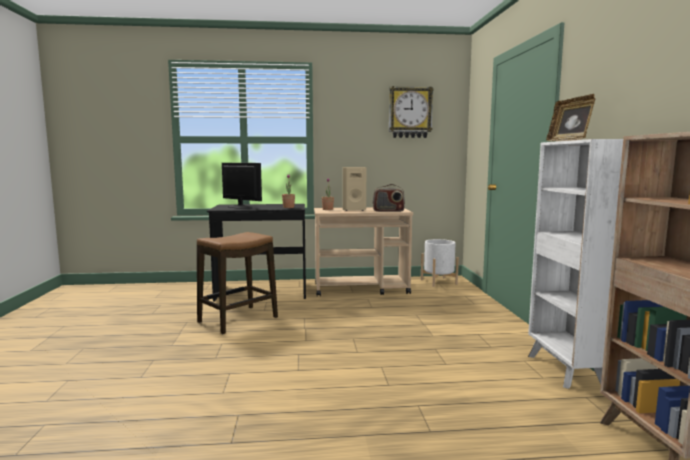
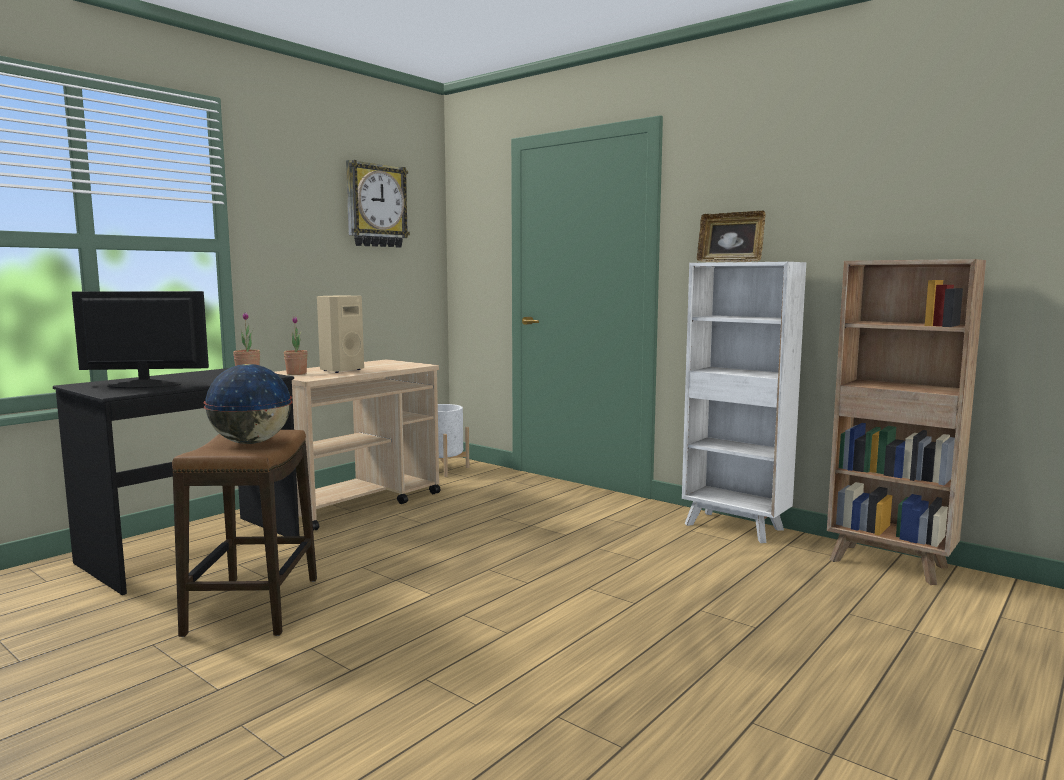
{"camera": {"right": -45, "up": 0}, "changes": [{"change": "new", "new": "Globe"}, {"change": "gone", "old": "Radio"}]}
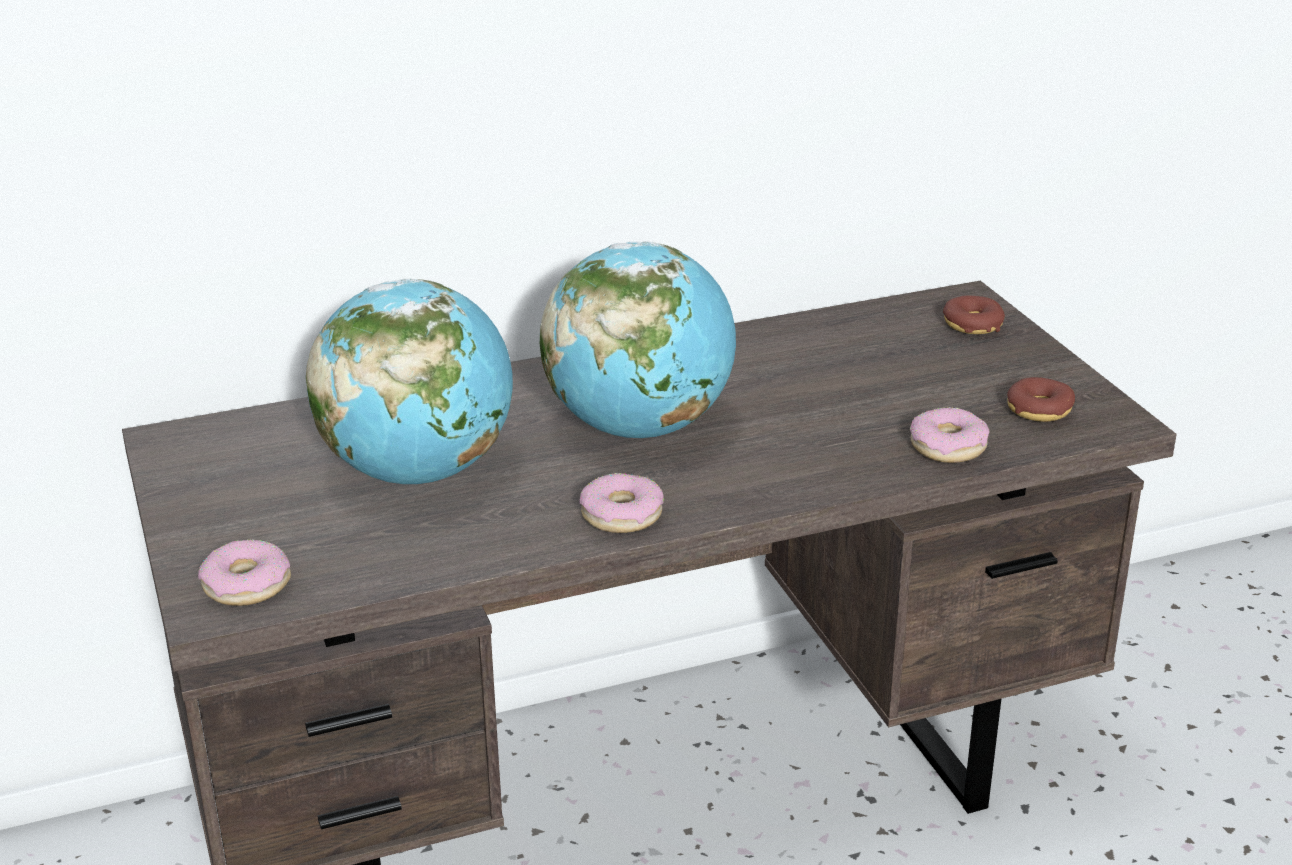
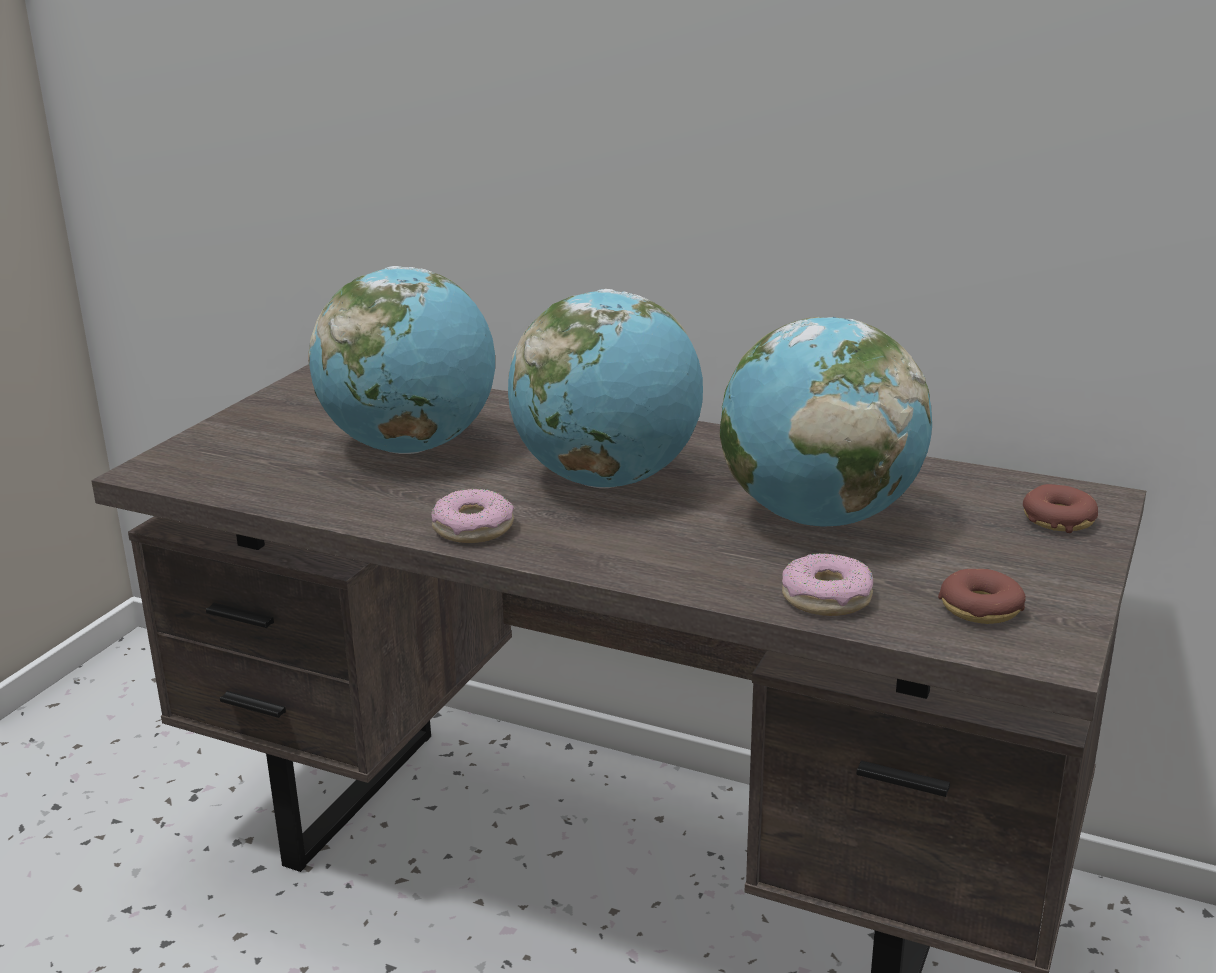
{"camera": {"right": 45, "up": -5}, "changes": [{"change": "new", "new": "Globe (no. 3 from left)"}, {"change": "gone", "old": "Donut (no. 1 from left)"}]}
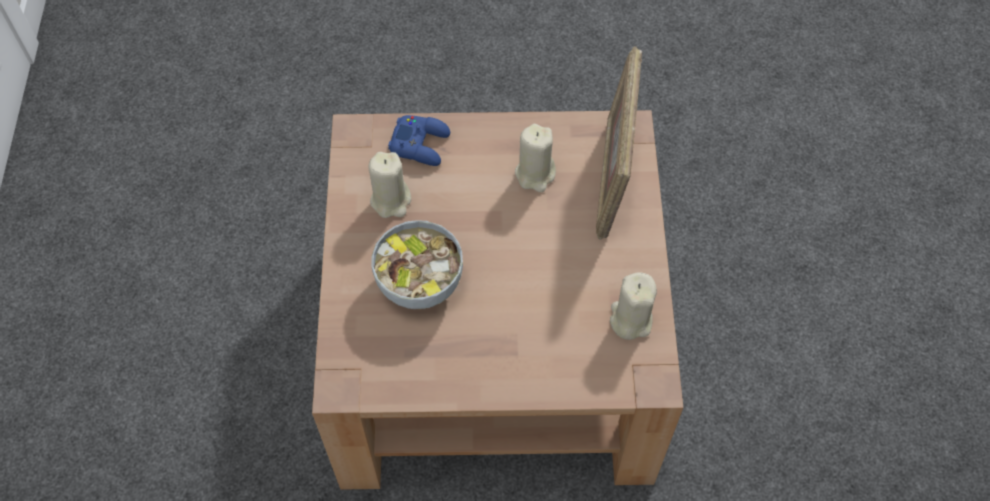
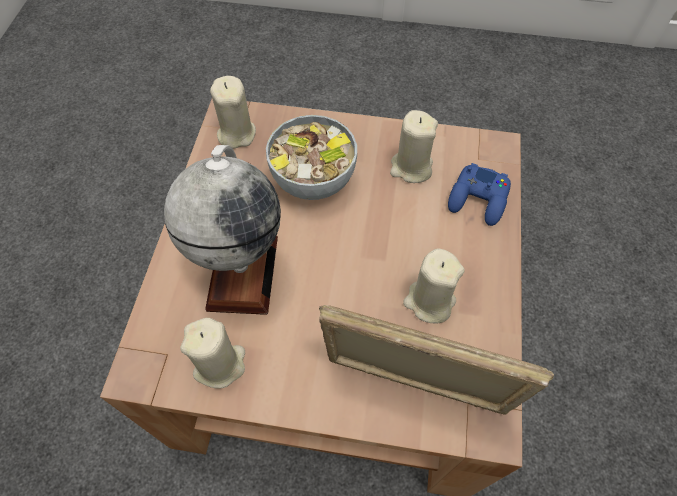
{"camera": {"right": 100, "up": 0}, "changes": [{"change": "new", "new": "Globe"}, {"change": "new", "new": "BeigeCandle (no. 2 from left)"}]}
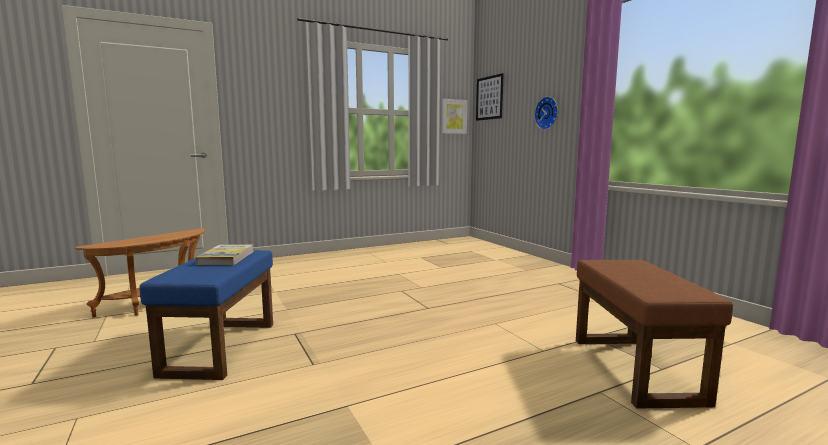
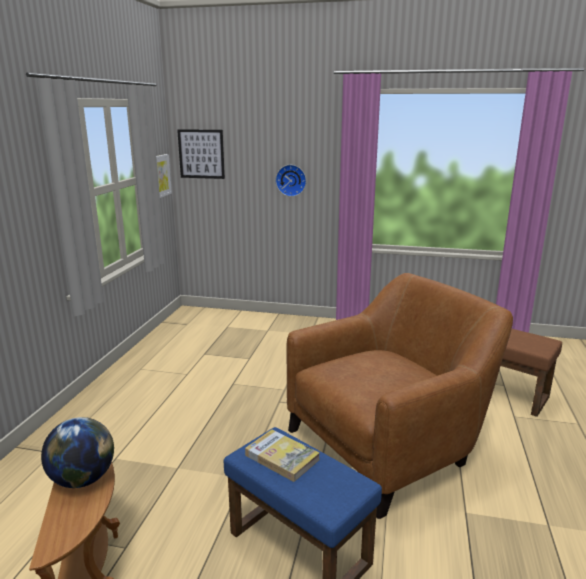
{"camera": {"right": -50, "up": 10}, "changes": [{"change": "new", "new": "Globe"}, {"change": "new", "new": "BrownArmchair"}]}
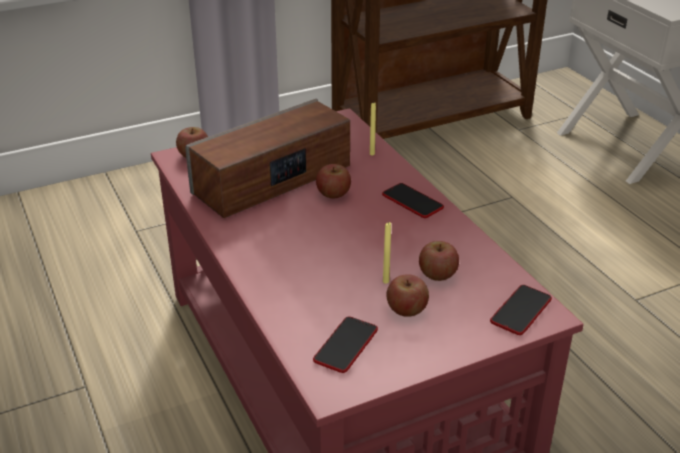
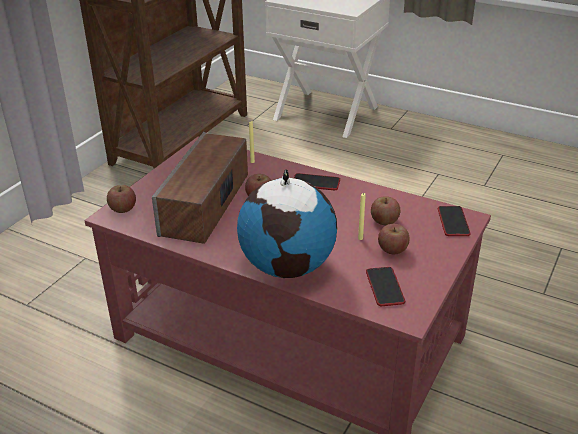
{"camera": {"right": -35, "up": 0}, "changes": [{"change": "new", "new": "Globe"}]}
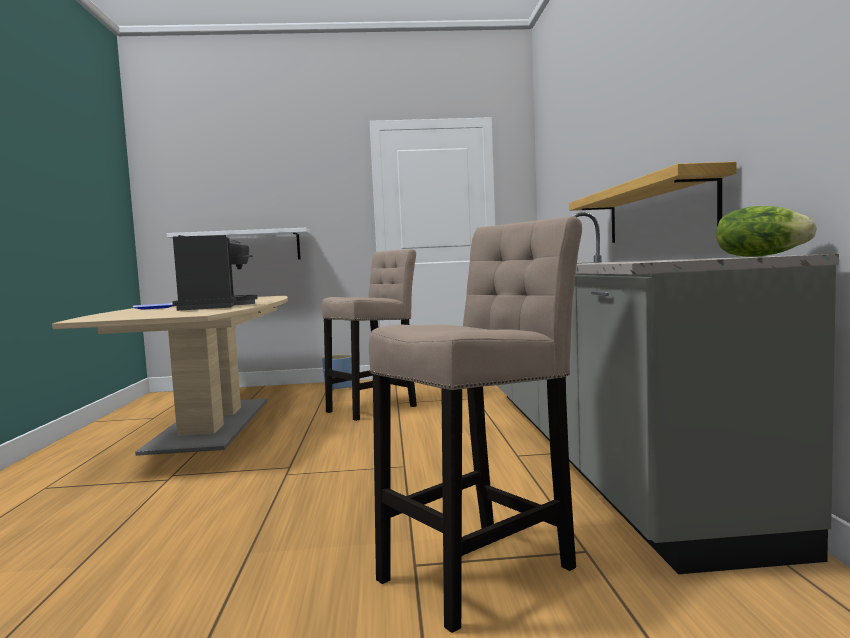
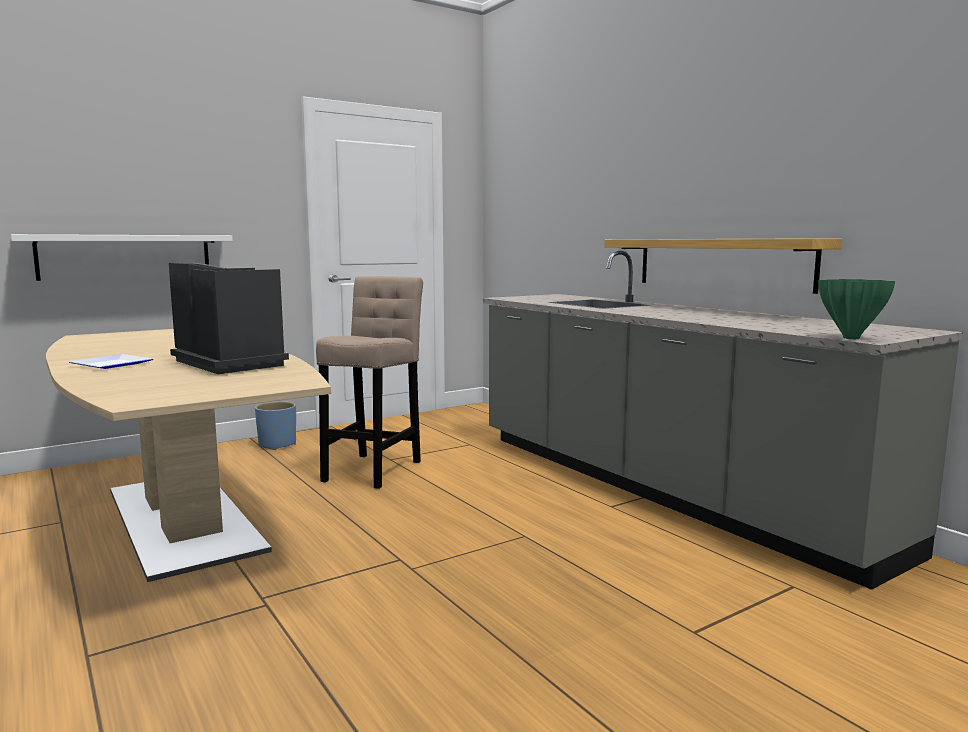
{"camera": {"right": -30, "up": 5}, "changes": [{"change": "new", "new": "GreenVase"}, {"change": "gone", "old": "BeigeStool (no. 2 from left)"}, {"change": "gone", "old": "Lettuce"}]}
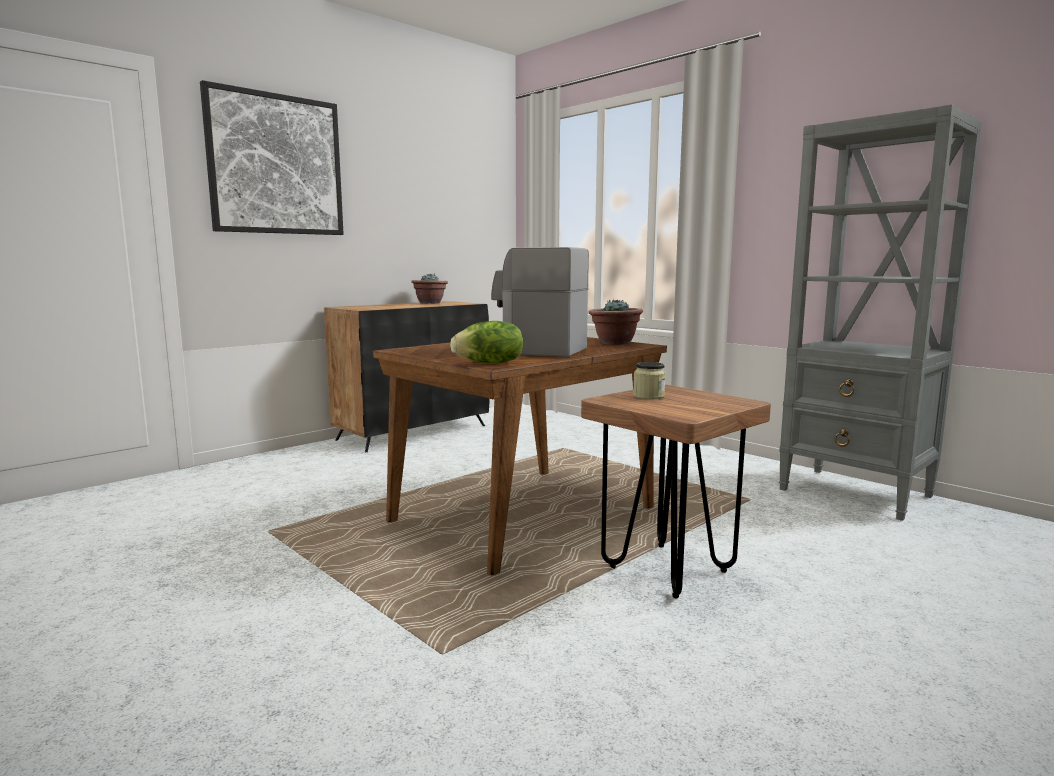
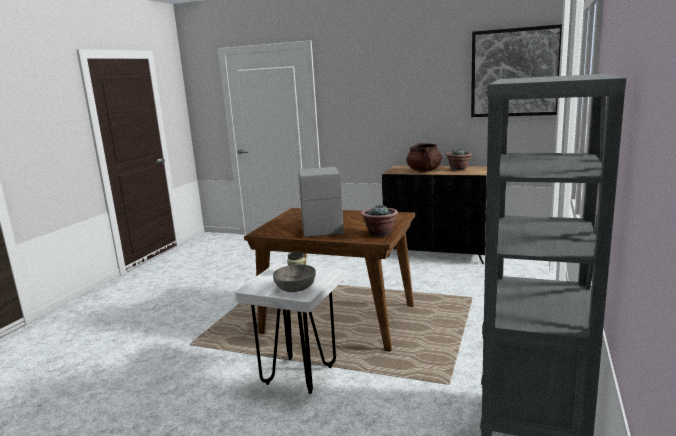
{"camera": {"right": 65, "up": 5}, "changes": [{"change": "repainted", "old": "BrownStool", "new": "WhiteStool"}, {"change": "new", "new": "GreyBowl"}, {"change": "new", "new": "BrownCookingPot"}, {"change": "shifted", "old": "Picture"}, {"change": "gone", "old": "Lettuce"}]}
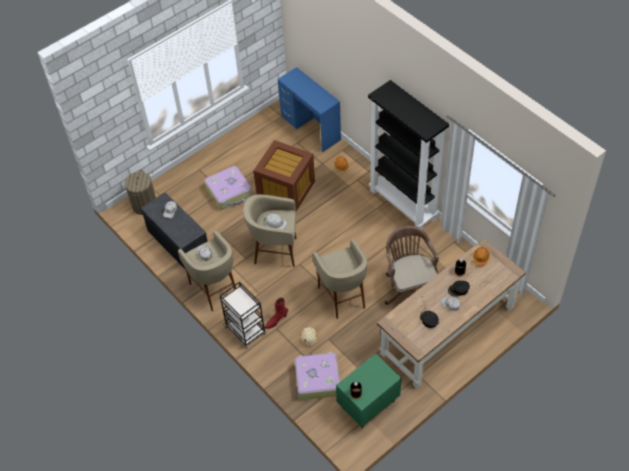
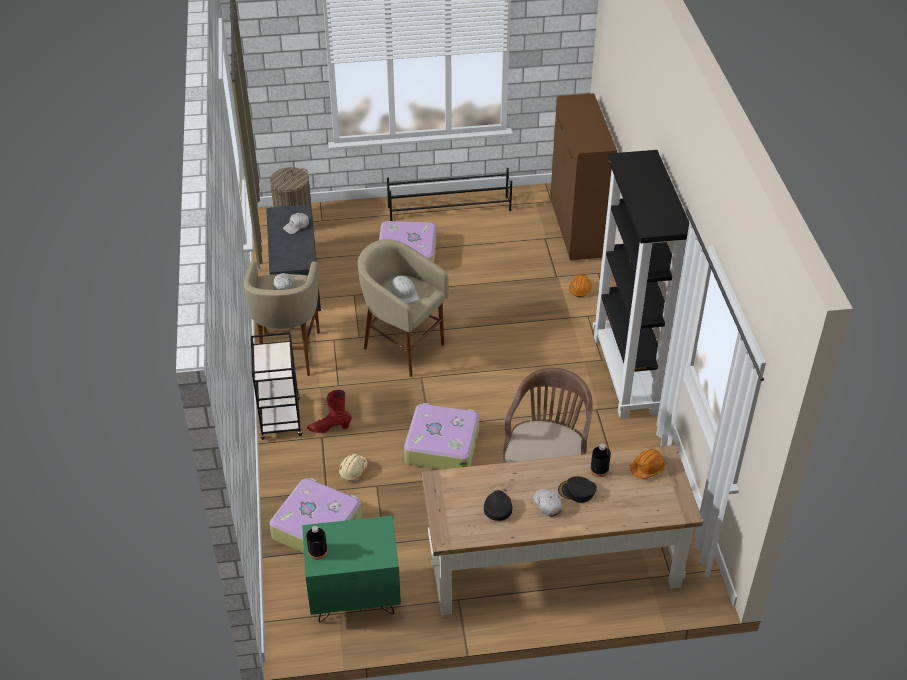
{"camera": {"right": 30, "up": -10}, "changes": [{"change": "new", "new": "BlackShoeRack"}, {"change": "swapped", "old": "BeigeStool (no. 3 from left)", "new": "Suitcase (no. 3 from left)"}, {"change": "swapped", "old": "BlueDesk", "new": "BrownCabinet"}, {"change": "gone", "old": "BrownStorageBox"}]}
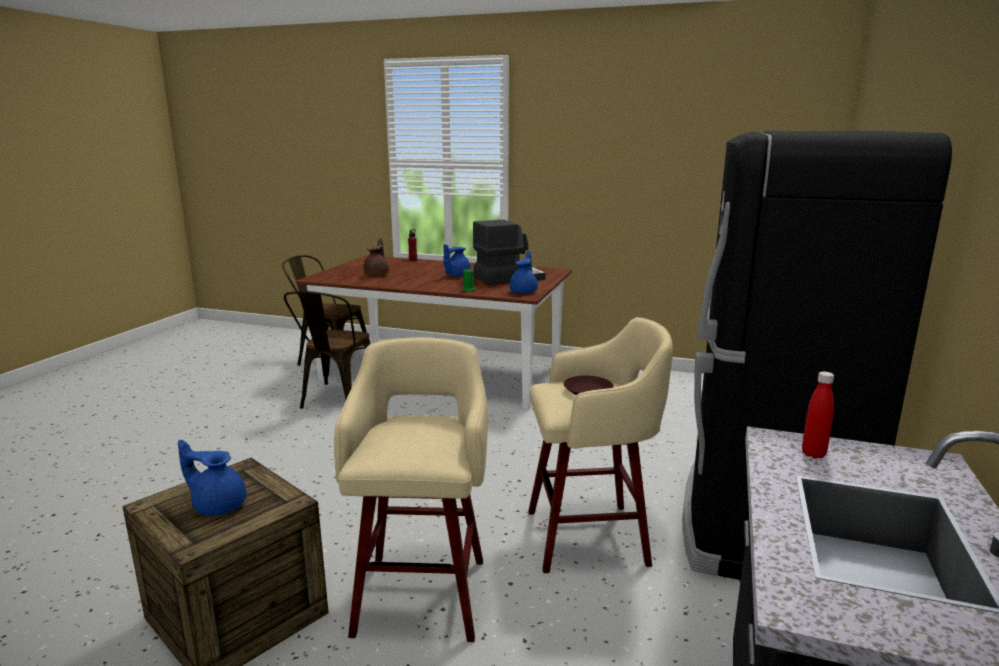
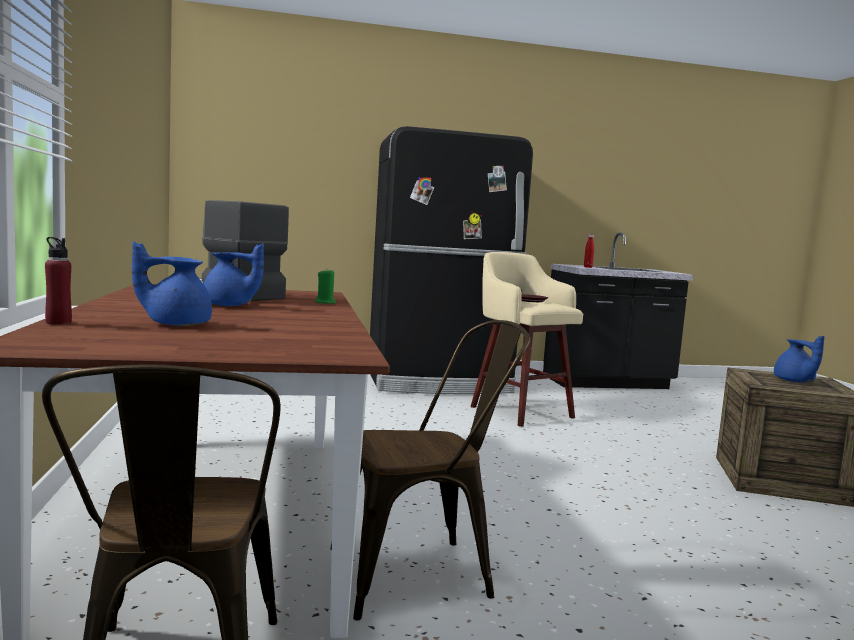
{"camera": {"right": -120, "up": -10}, "changes": [{"change": "shifted", "old": "BlueTeapot (no. 3 from left in the first image)", "new": "BlueTeapot (no. 1 from left)"}, {"change": "gone", "old": "BeigeStool (no. 1 from left)"}, {"change": "gone", "old": "BrownTeapot"}]}
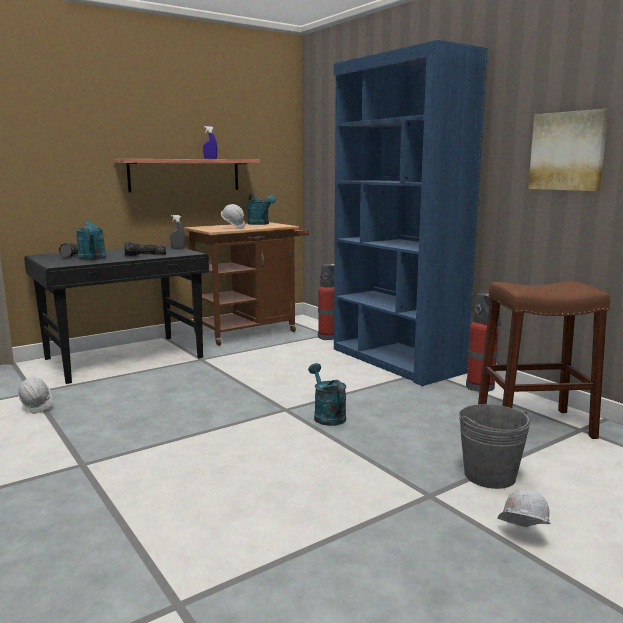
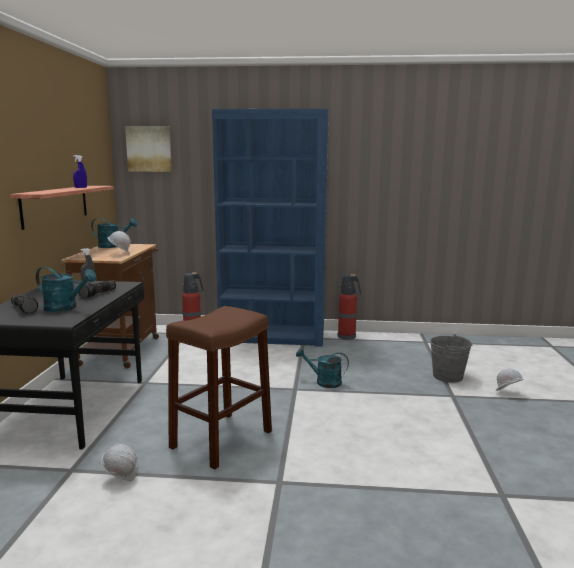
{"camera": {"right": -50, "up": 0}, "changes": [{"change": "shifted", "old": "Picture"}, {"change": "shifted", "old": "BrownStool"}]}
